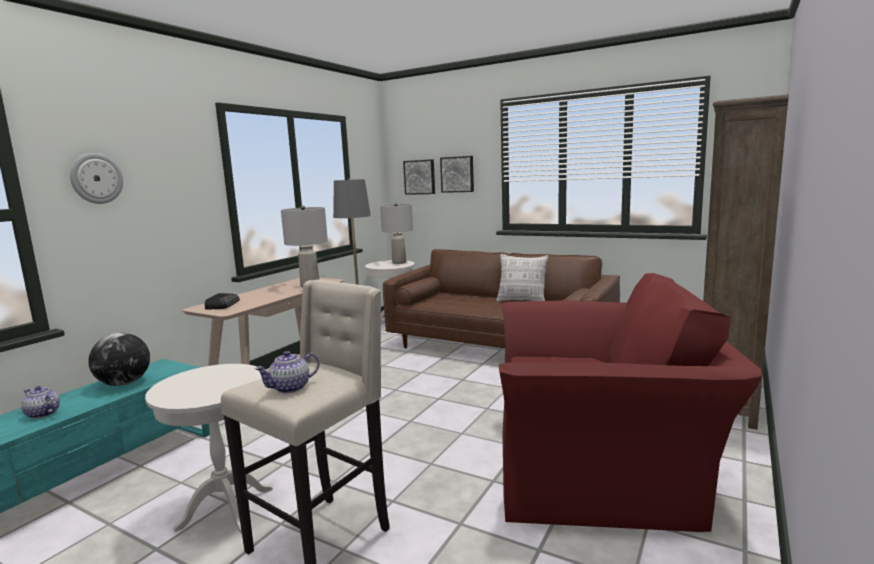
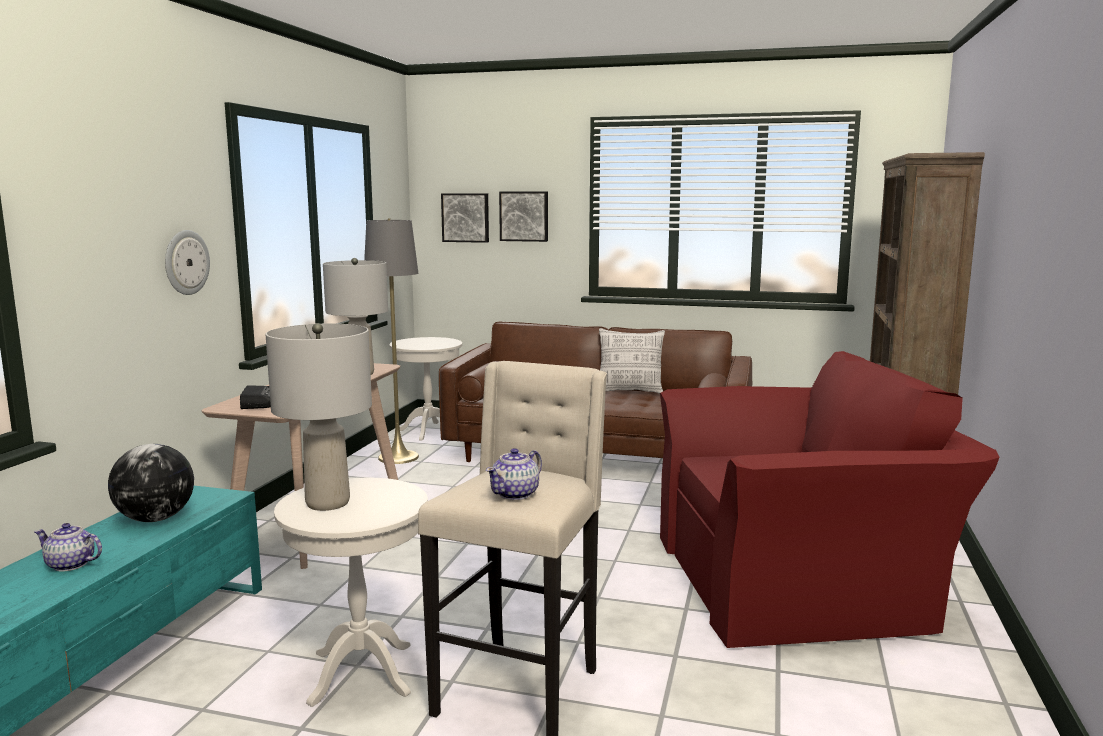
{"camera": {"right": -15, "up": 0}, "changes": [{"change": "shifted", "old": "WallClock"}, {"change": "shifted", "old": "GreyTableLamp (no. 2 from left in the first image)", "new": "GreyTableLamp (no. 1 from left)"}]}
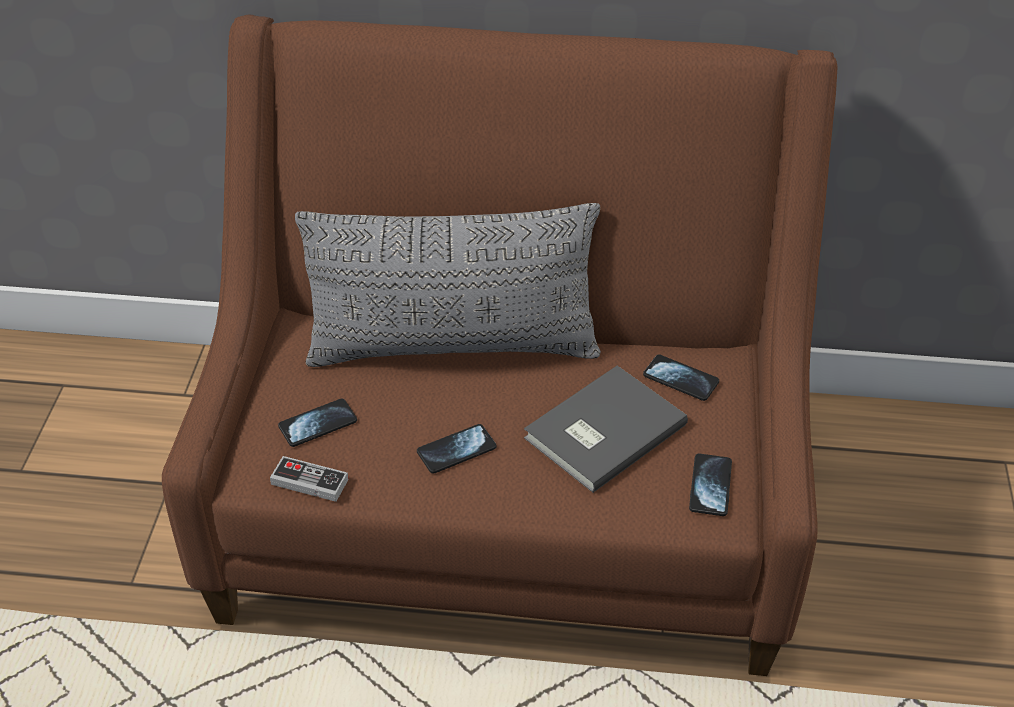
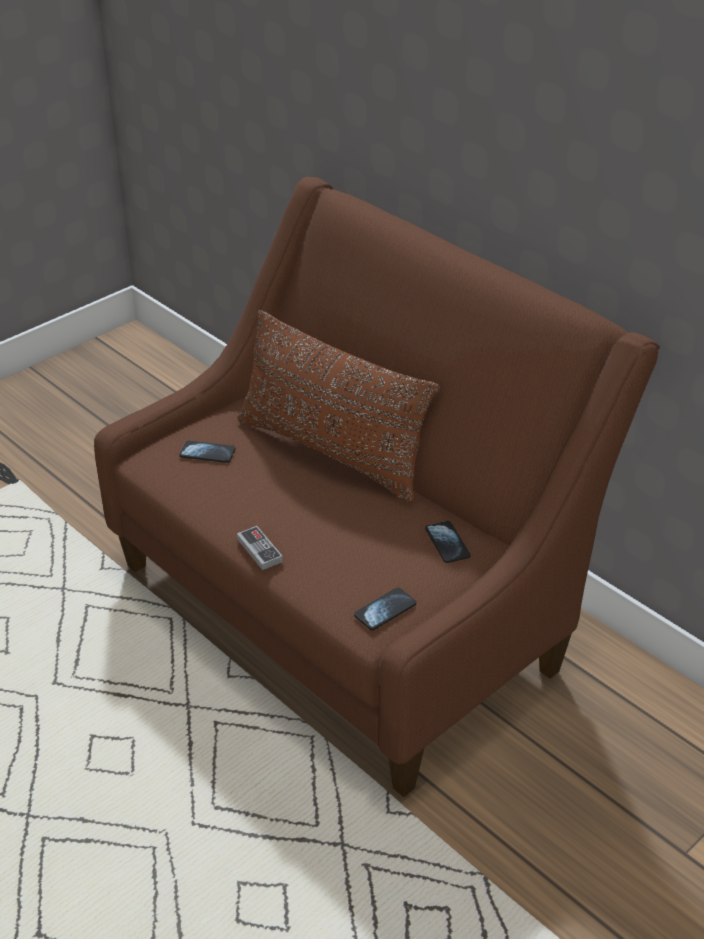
{"camera": {"right": 40, "up": -5}, "changes": [{"change": "repainted", "old": "GreyPillow", "new": "BrownPillow"}, {"change": "shifted", "old": "GameController"}, {"change": "gone", "old": "Phone (no. 2 from left)"}, {"change": "gone", "old": "GreyBook"}]}
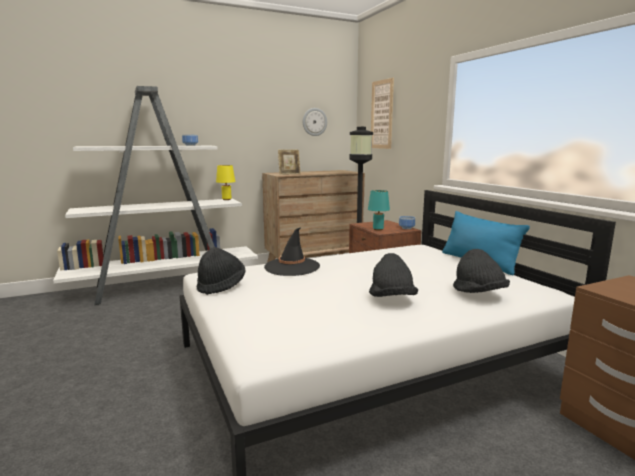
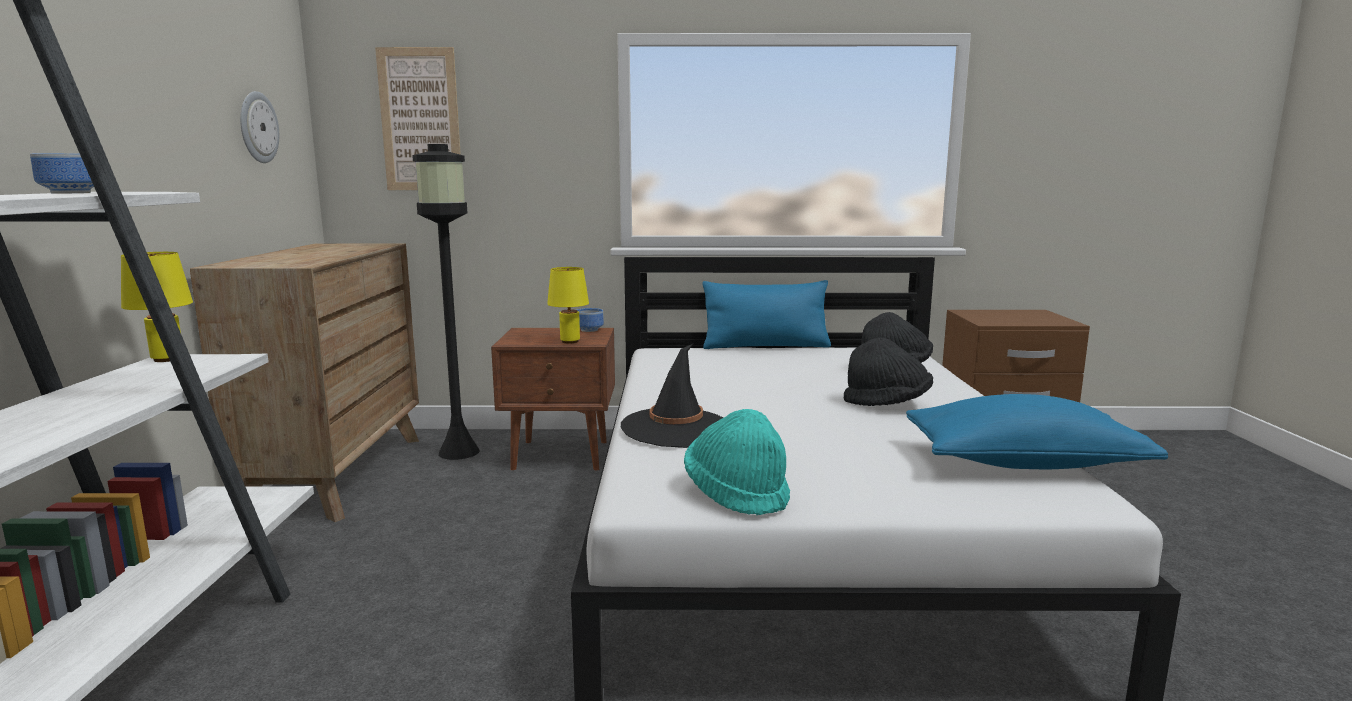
{"camera": {"right": -65, "up": 0}, "changes": [{"change": "repainted", "old": "TurquoiseTableLamp", "new": "YellowTableLamp (no. 2 from left)"}, {"change": "repainted", "old": "BlackHat (no. 1 from left)", "new": "TurquoiseHat"}, {"change": "new", "new": "BluePillow (no. 2 from left)"}, {"change": "gone", "old": "PictureFrame"}]}
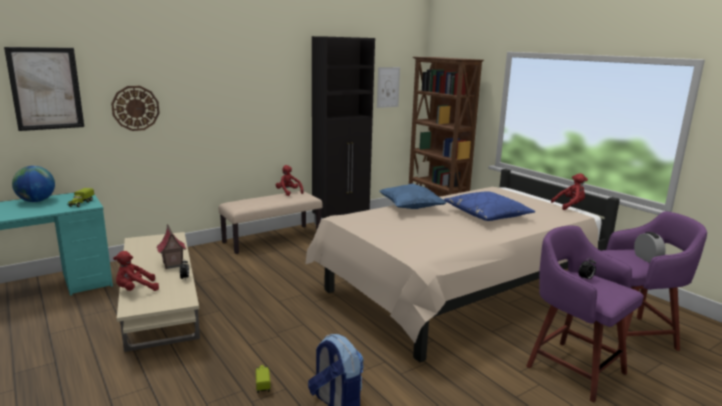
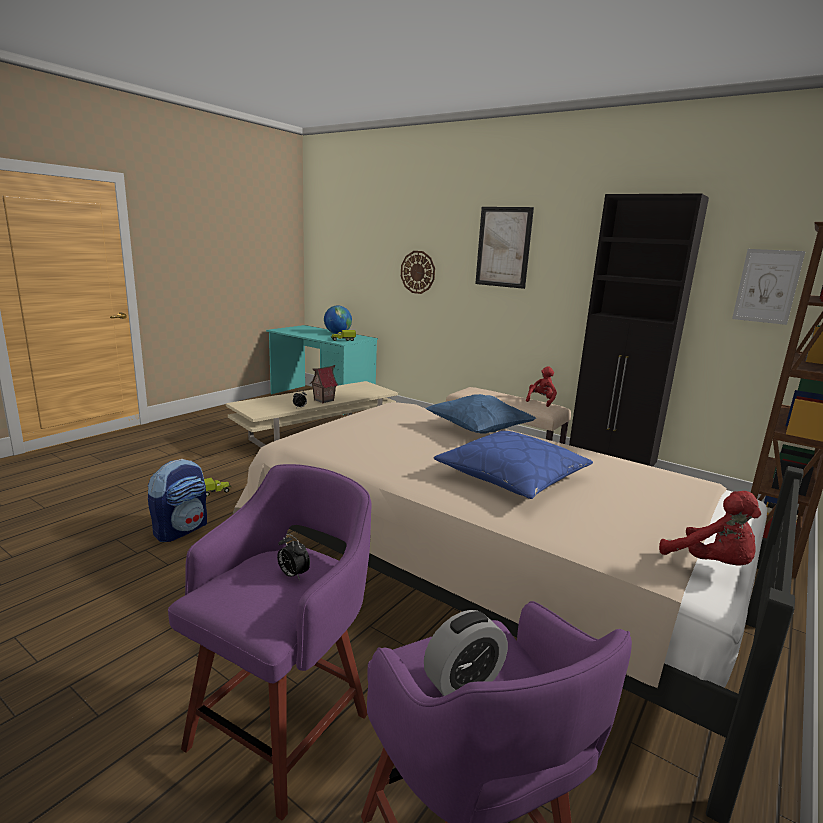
{"camera": {"right": 70, "up": 0}, "changes": [{"change": "shifted", "old": "Picture (no. 1 from left)"}, {"change": "gone", "old": "RedPlushToy (no. 1 from left)"}]}
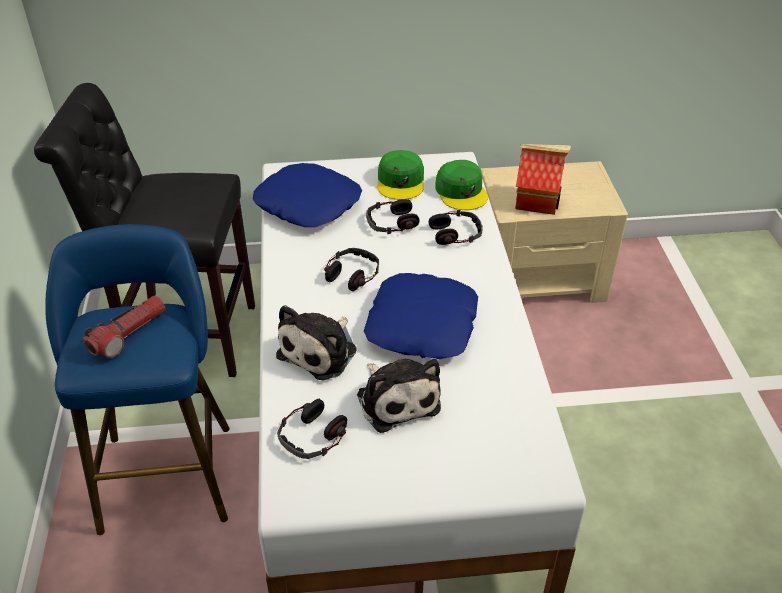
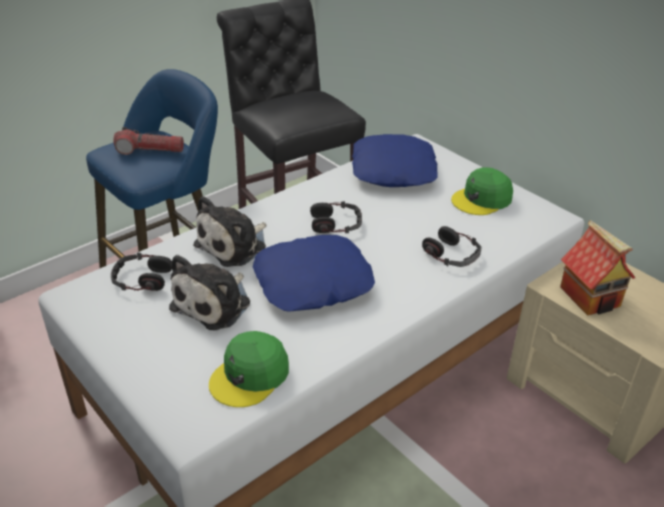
{"camera": {"right": 55, "up": -5}, "changes": [{"change": "rotated", "old": "PlushToy (no. 1 from left in the first image)", "degrees": -45}, {"change": "shifted", "old": "GreenCap (no. 2 from left in the first image)", "new": "GreenCap (no. 1 from left)"}, {"change": "gone", "old": "Headphones (no. 3 from left)"}]}
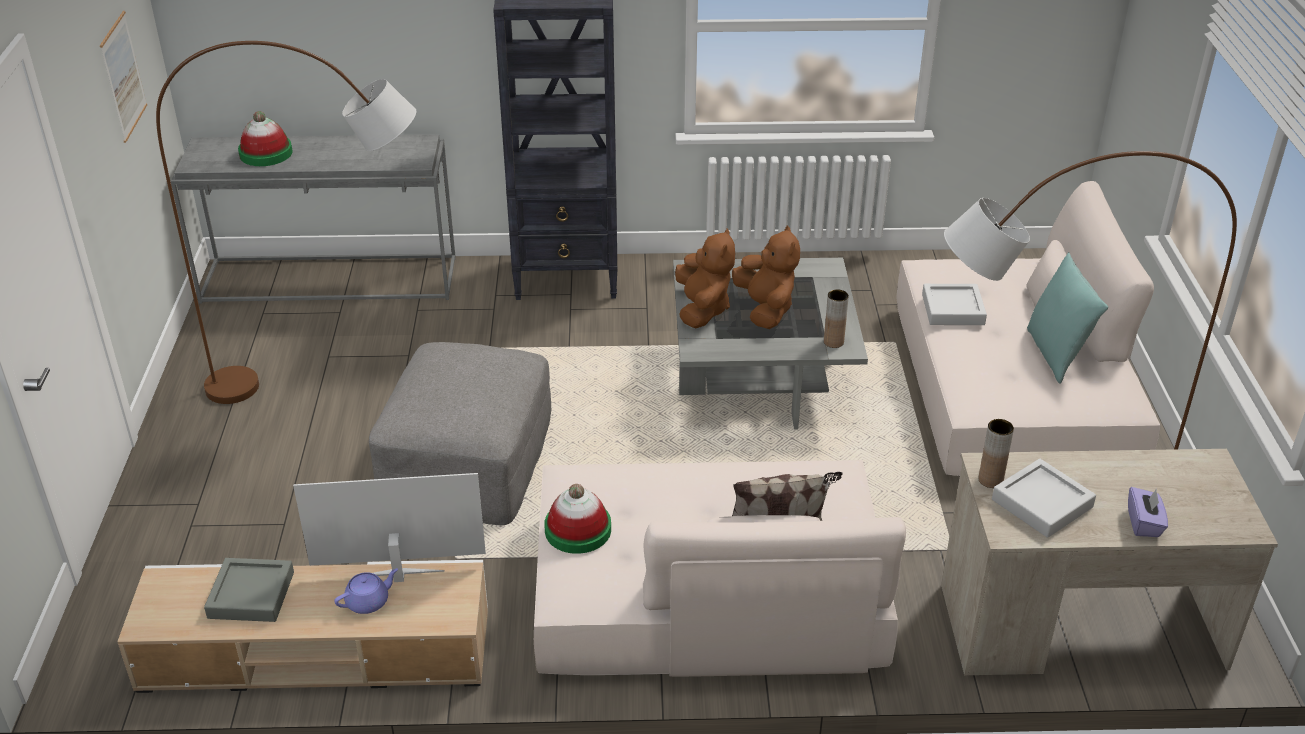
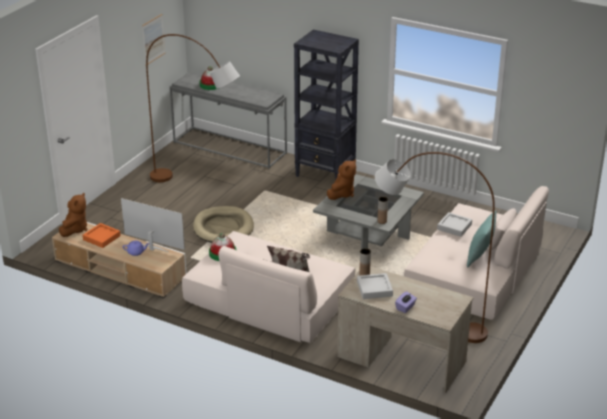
{"camera": {"right": 30, "up": -5}, "changes": [{"change": "shifted", "old": "BrownPlushToy (no. 2 from left in the first image)", "new": "BrownPlushToy (no. 1 from left)"}, {"change": "repainted", "old": "GreyTray (no. 1 from left)", "new": "OrangeTray"}, {"change": "swapped", "old": "GreyOttoman", "new": "BeigeDogBed"}]}
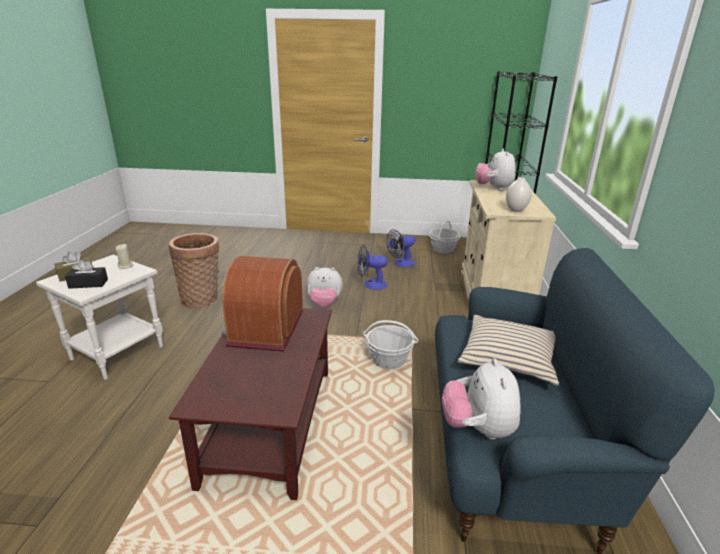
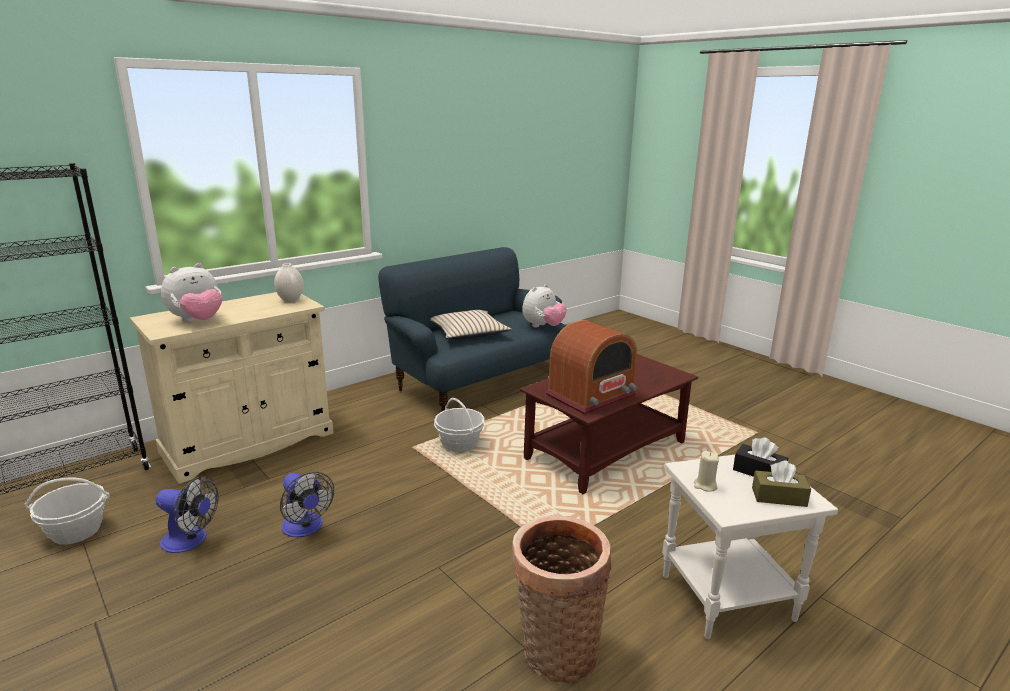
{"camera": {"right": -135, "up": -5}, "changes": [{"change": "gone", "old": "PlushToy (no. 1 from left)"}]}
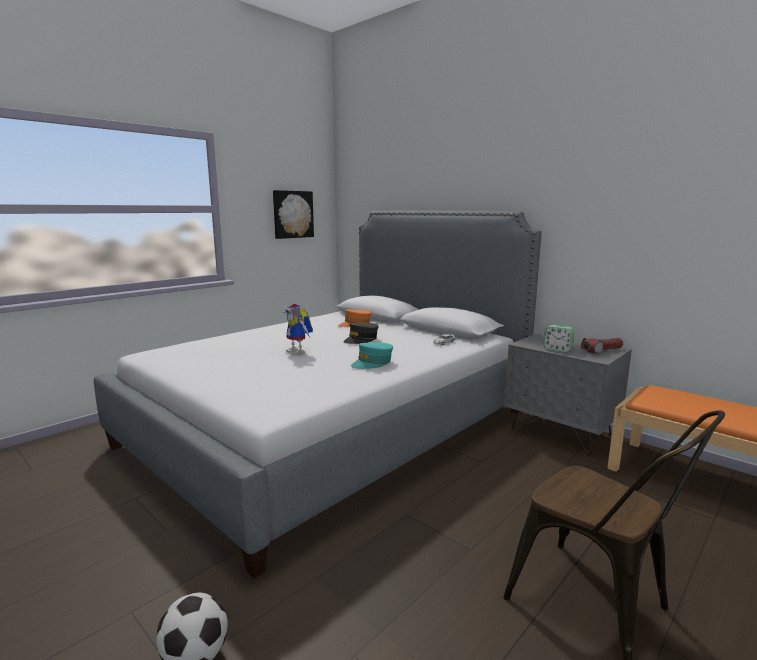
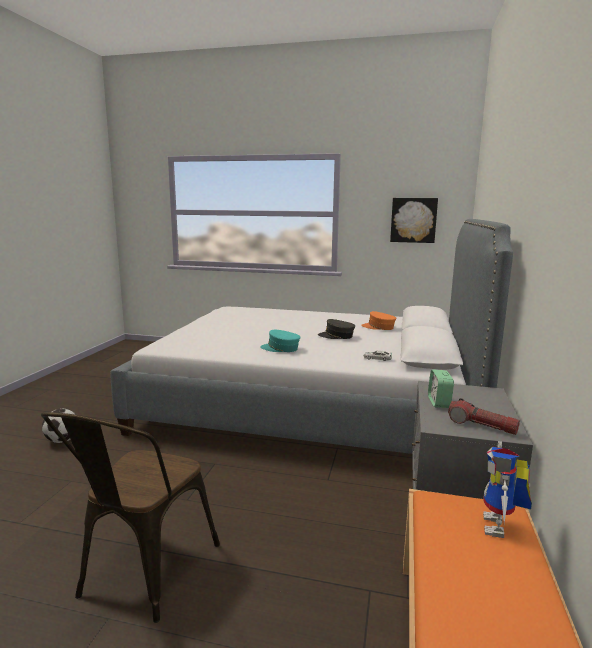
{"camera": {"right": 60, "up": 0}, "changes": [{"change": "shifted", "old": "ToyRobot"}]}
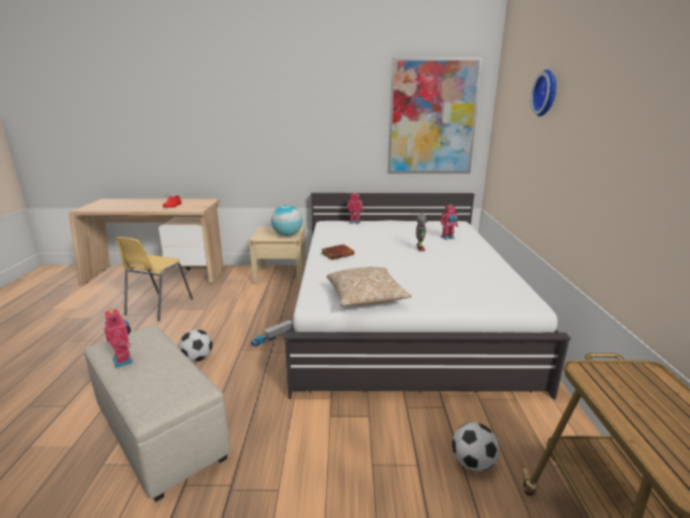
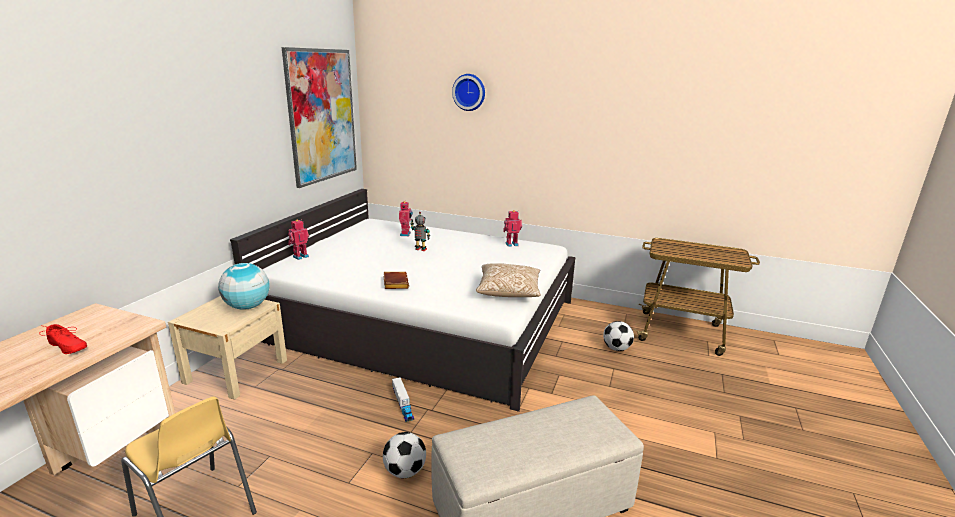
{"camera": {"right": -70, "up": 0}, "changes": [{"change": "shifted", "old": "ToyRobot (no. 1 from left in the first image)", "new": "ToyRobot (no. 4 from left)"}]}
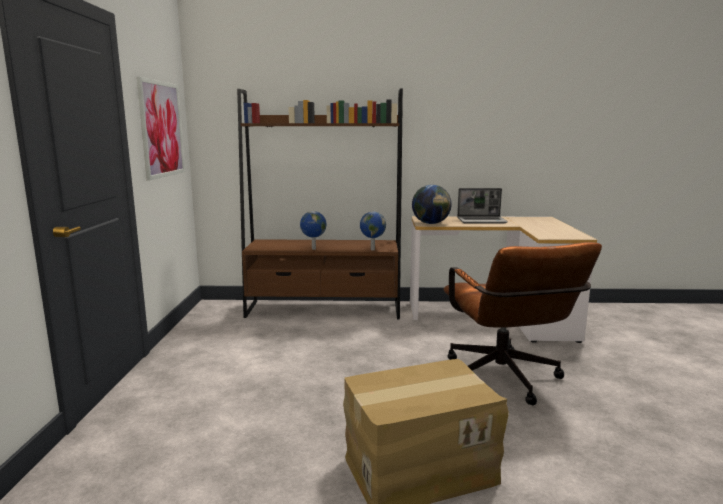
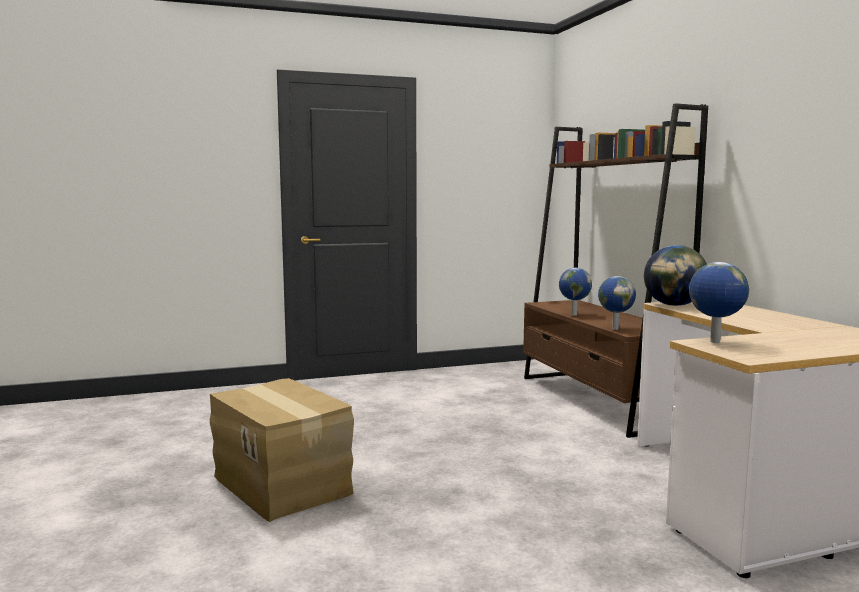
{"camera": {"right": 70, "up": -5}, "changes": [{"change": "new", "new": "Globe (no. 4 from left)"}, {"change": "gone", "old": "Picture"}, {"change": "gone", "old": "BrownOfficeChair"}, {"change": "gone", "old": "Laptop"}]}
